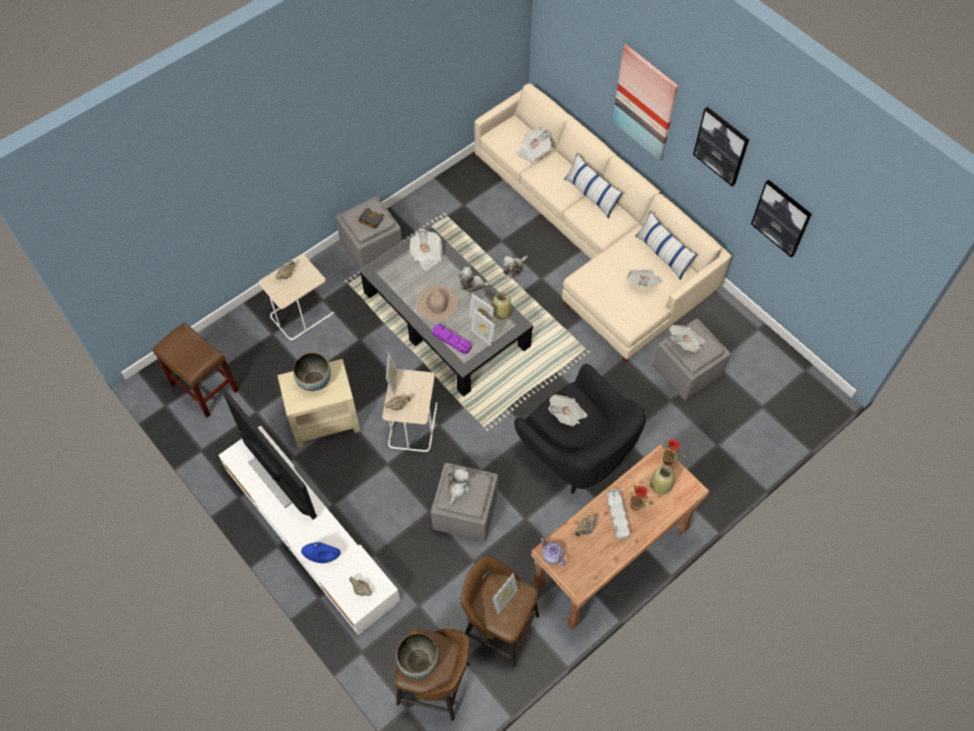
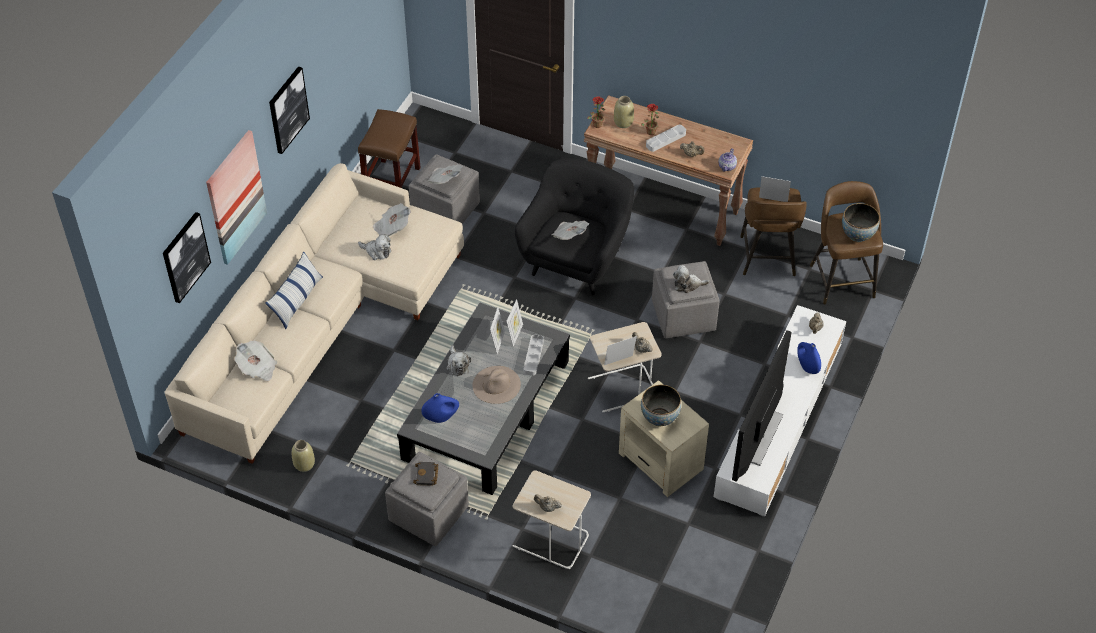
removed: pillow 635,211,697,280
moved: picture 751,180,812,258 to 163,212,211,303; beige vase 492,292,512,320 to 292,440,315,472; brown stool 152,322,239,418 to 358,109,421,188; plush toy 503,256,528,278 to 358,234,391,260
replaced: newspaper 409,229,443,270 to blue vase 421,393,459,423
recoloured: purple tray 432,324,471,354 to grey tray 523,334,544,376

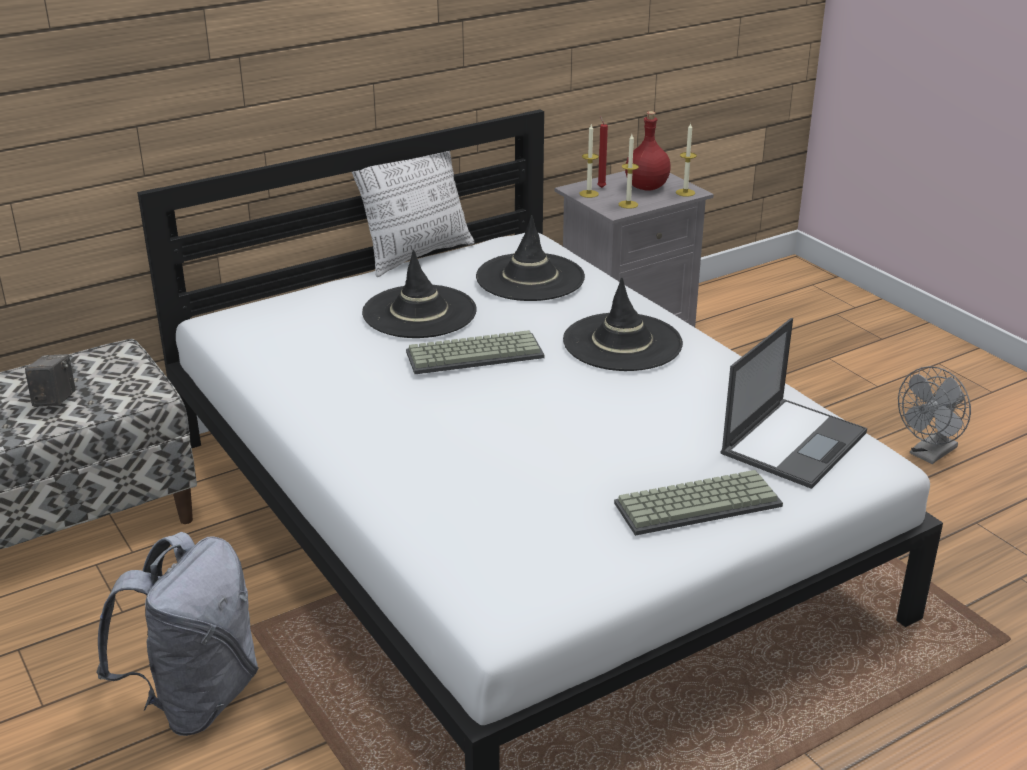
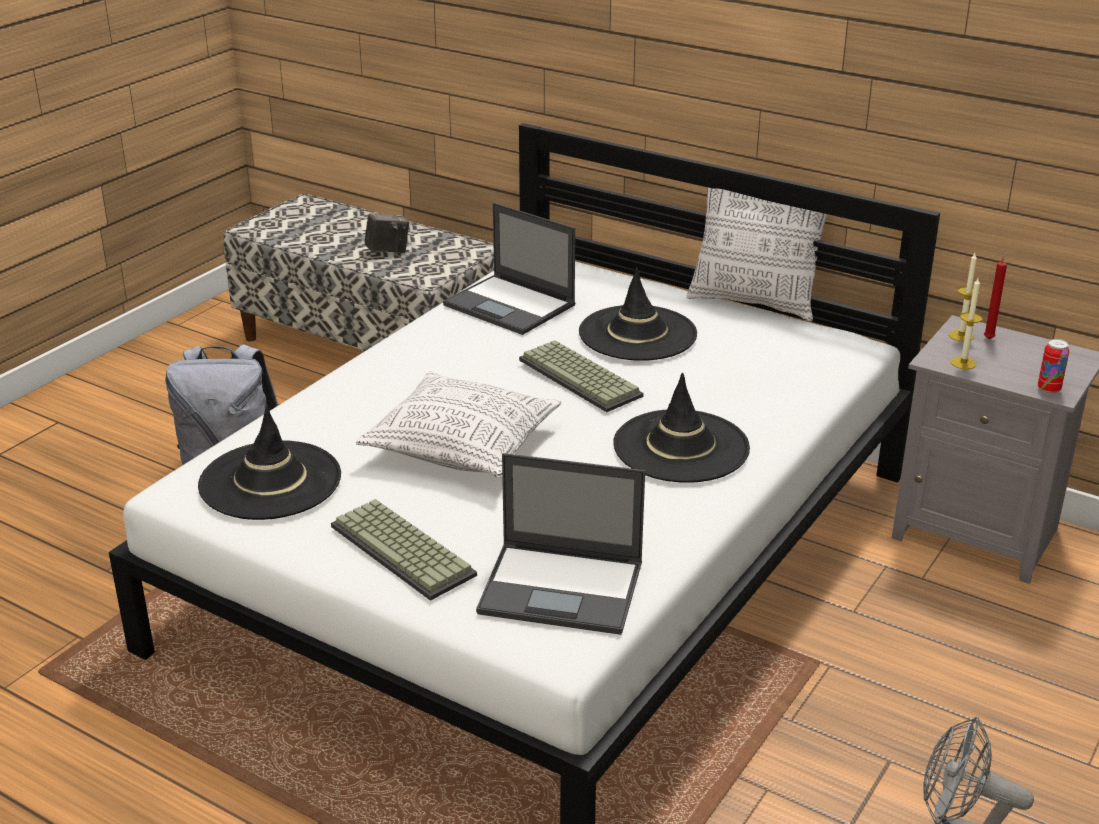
removed: red bottle 625,111,671,191
added: pillow 356,371,561,478; laptop 443,203,576,335
moved: black hat 476,215,585,301 to 198,406,341,520
replaced: candle 676,122,697,197 to can 1038,339,1069,394

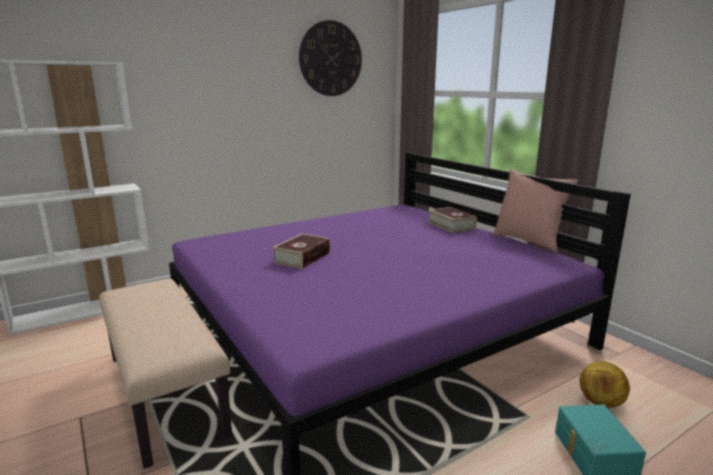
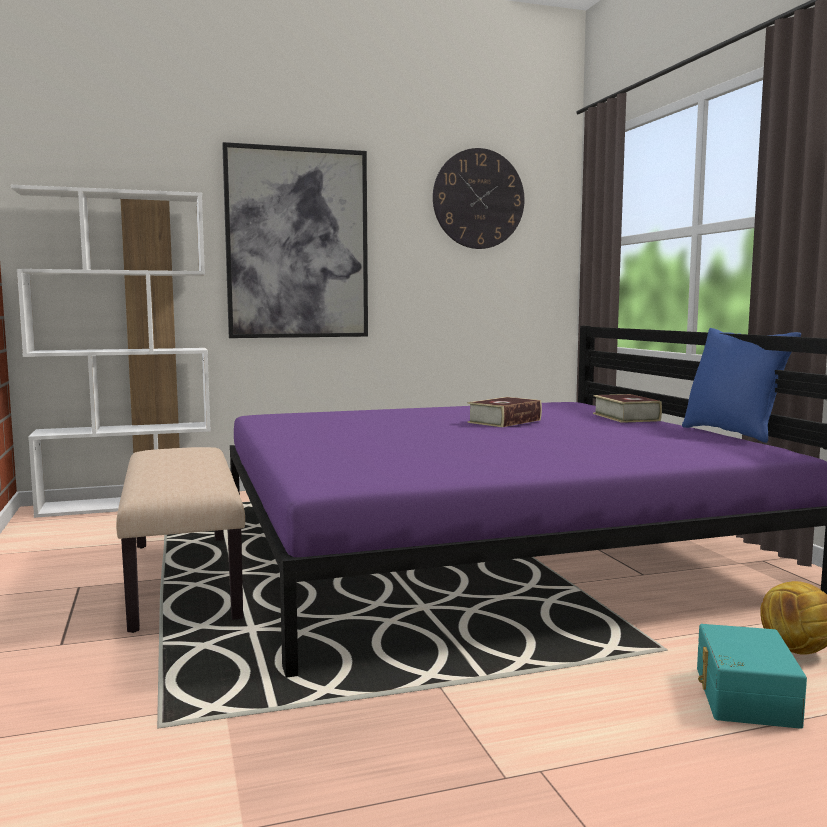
added: picture 222,142,368,338
moved: book 273,234,330,269 to 467,397,542,427
recoloured: pink pillow 493,169,578,252 to blue pillow 682,328,801,443

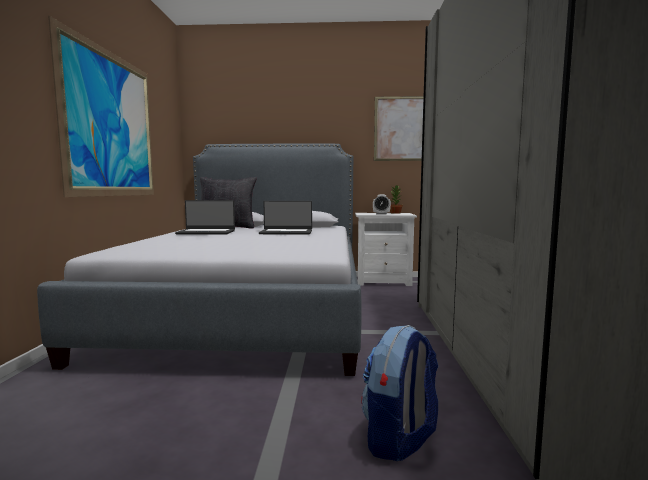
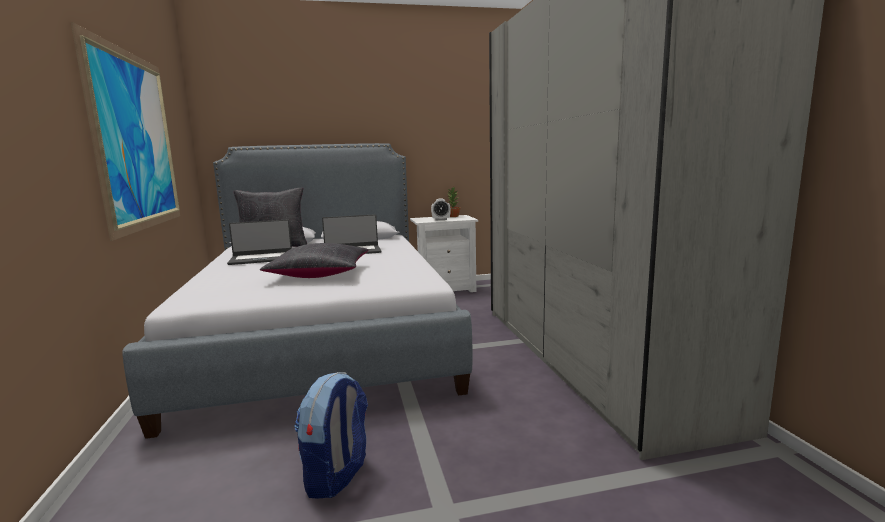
removed: picture 374,96,424,161
added: black pillow 260,243,368,278
moved: backpack 361,325,438,461 to 294,372,368,499

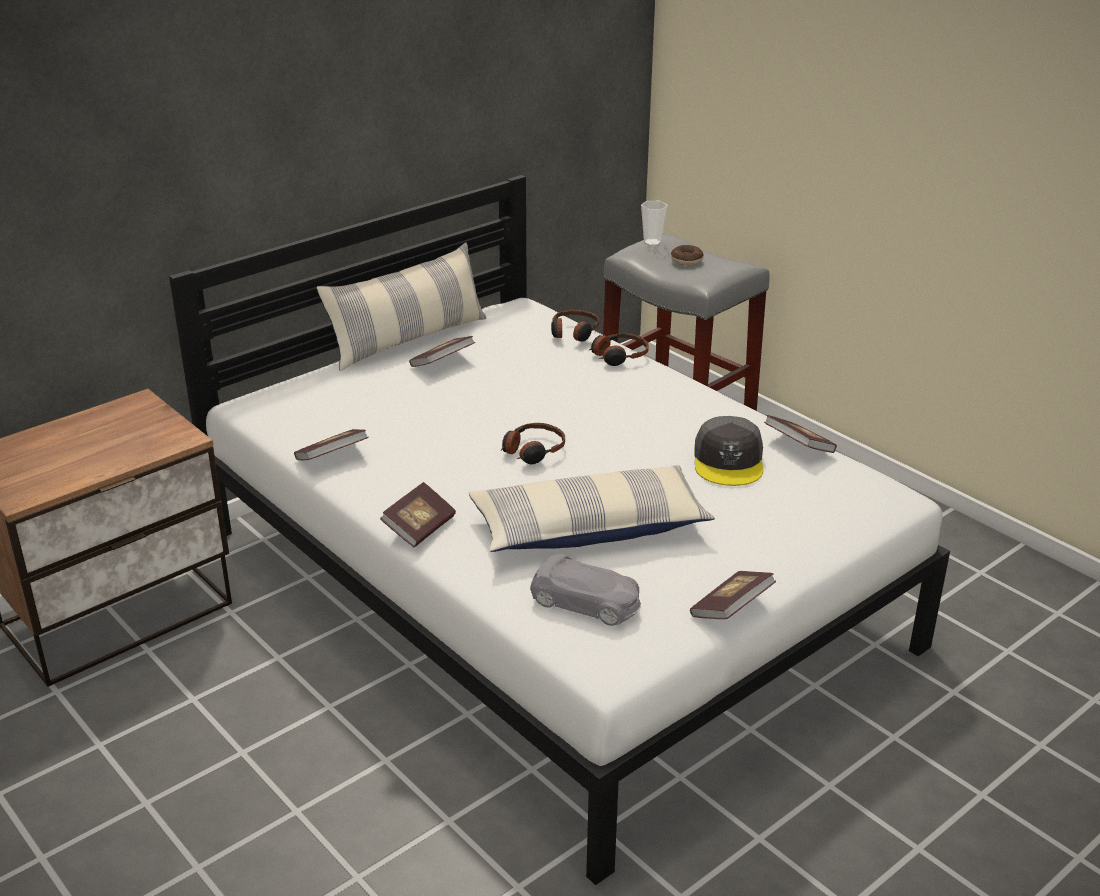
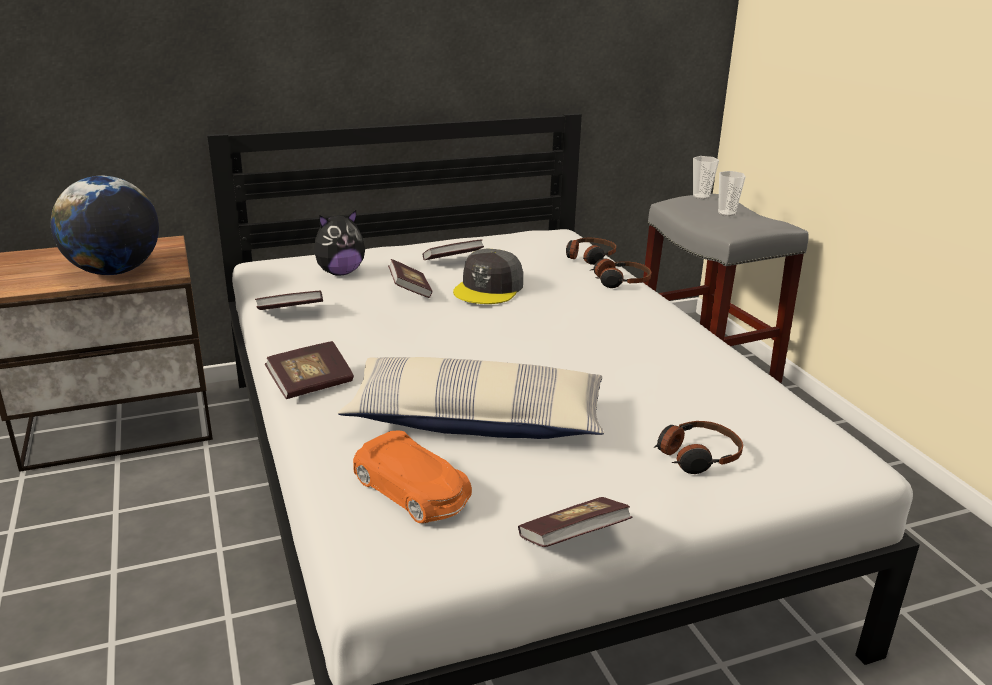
removed: pillow 316,242,487,371
added: globe 51,176,159,275; plush toy 314,210,365,276
moved: book 764,415,837,453 to 388,259,433,298; grey cap 694,416,763,486 to 453,249,523,304; headphones 501,423,565,464 to 654,421,743,474
replaced: donut 671,245,704,265 to cup 718,171,746,216
recoloured: grey toy car 530,554,641,626 to orange toy car 353,431,472,523

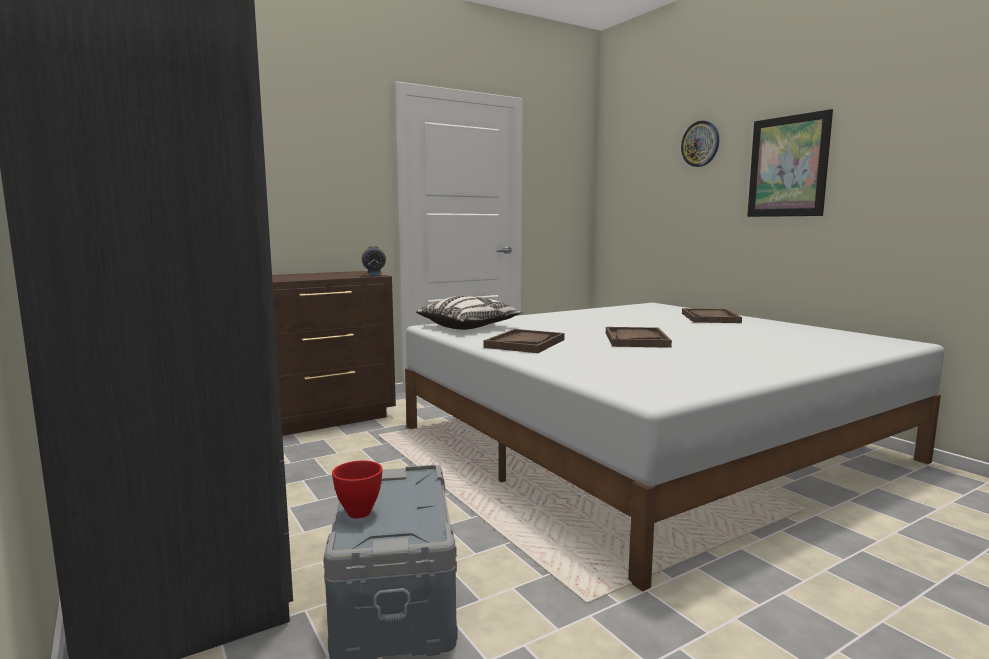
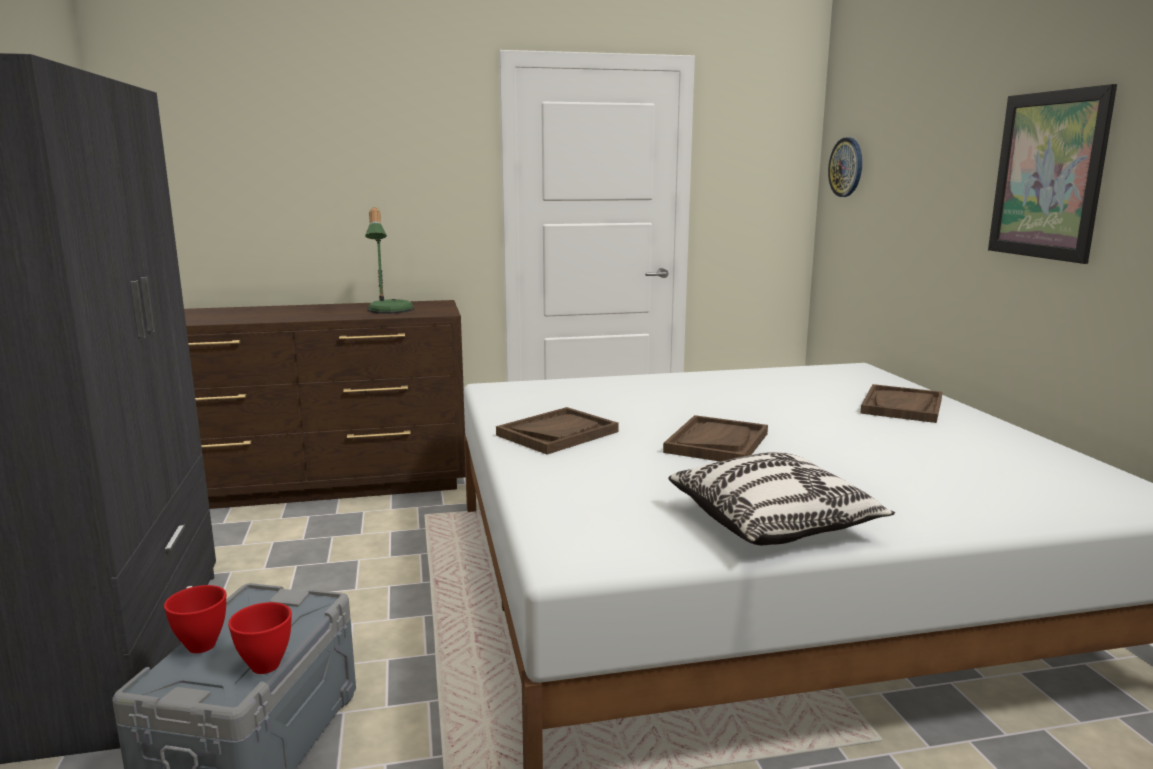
removed: alarm clock 362,246,386,277
added: red bowl 228,602,292,674; table lamp 365,207,414,314
moved: pillow 416,296,523,330 to 668,452,895,545; wall clock 681,121,719,167 to 828,138,862,197

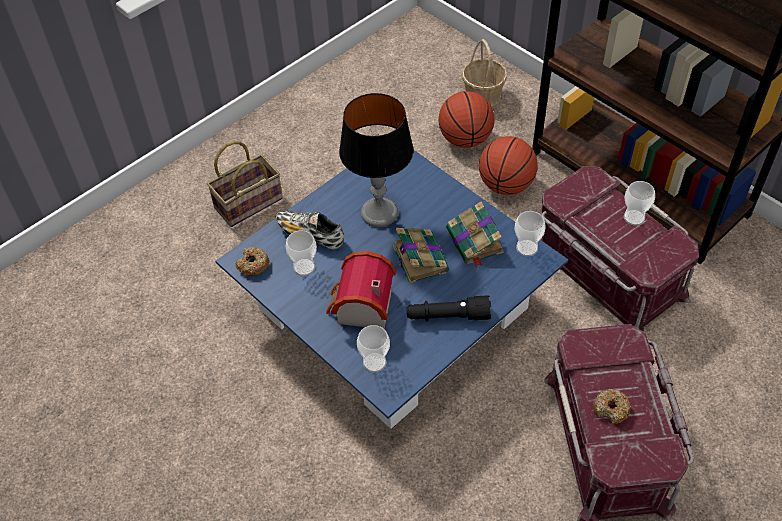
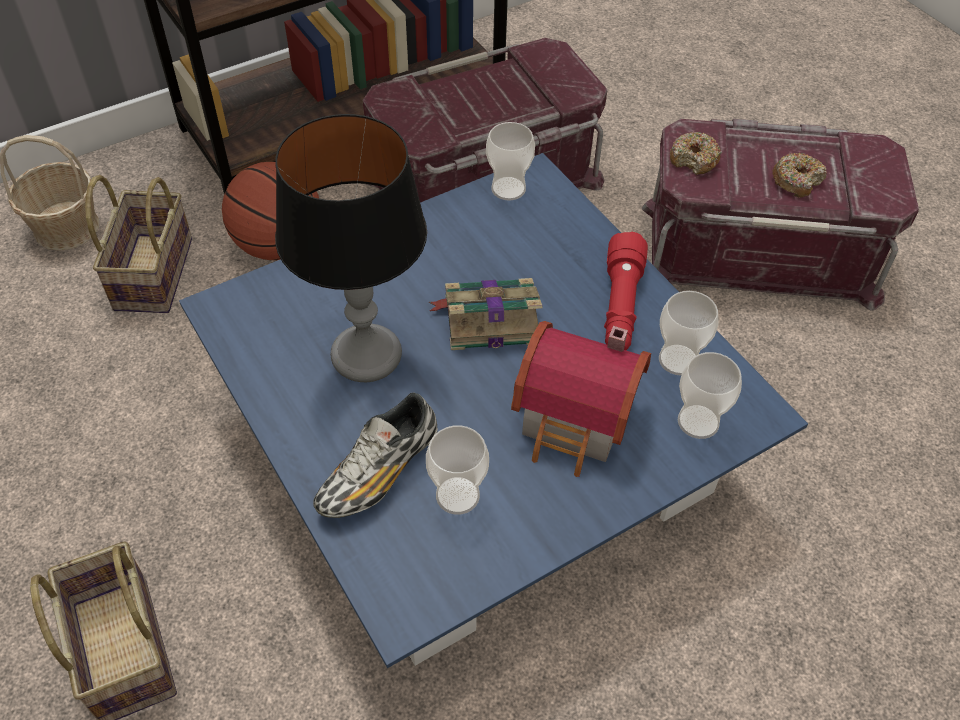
removed: book 446,201,504,268
moved: cup 624,181,655,226 to 659,291,718,376; donut 236,247,270,276 to 670,132,722,175
replaced: basketball 438,91,495,148 to basket 85,175,192,313
recoloured: black flashlight 407,295,491,322 to red flashlight 604,232,648,350

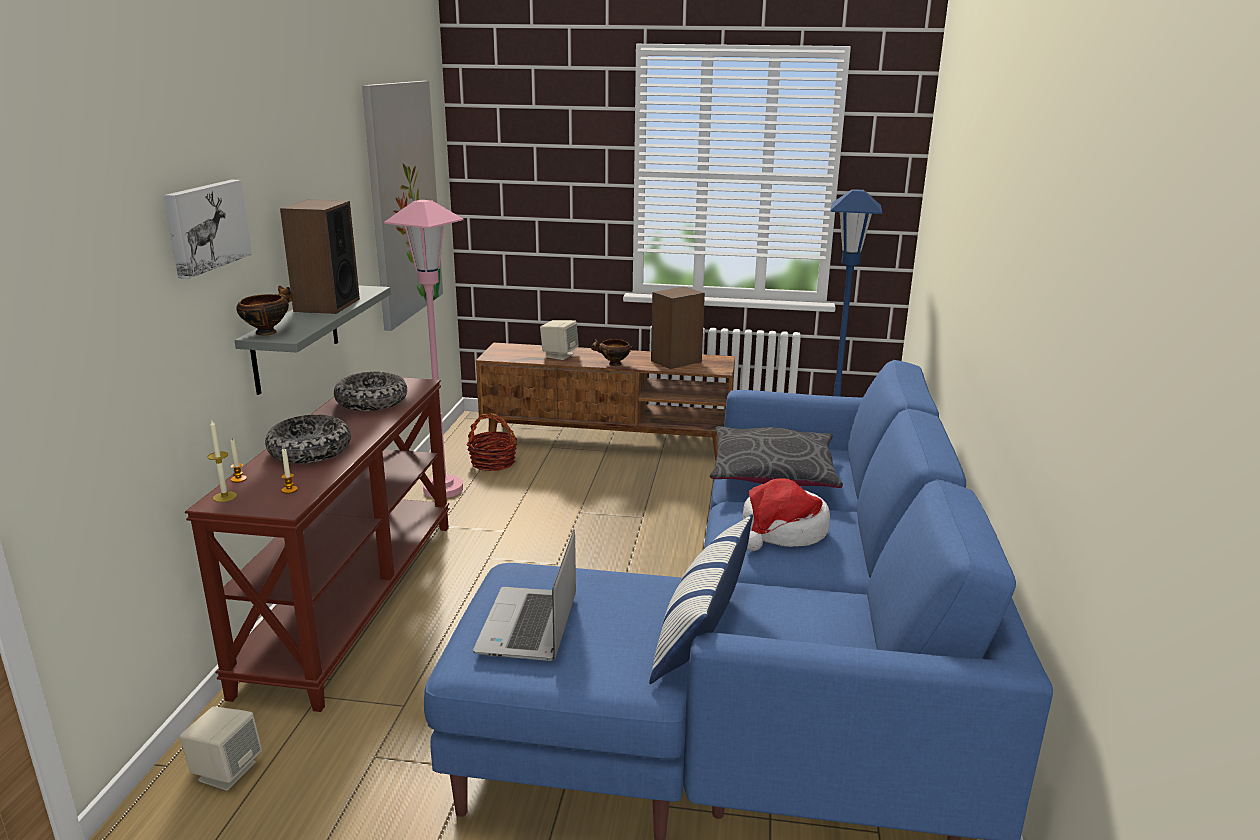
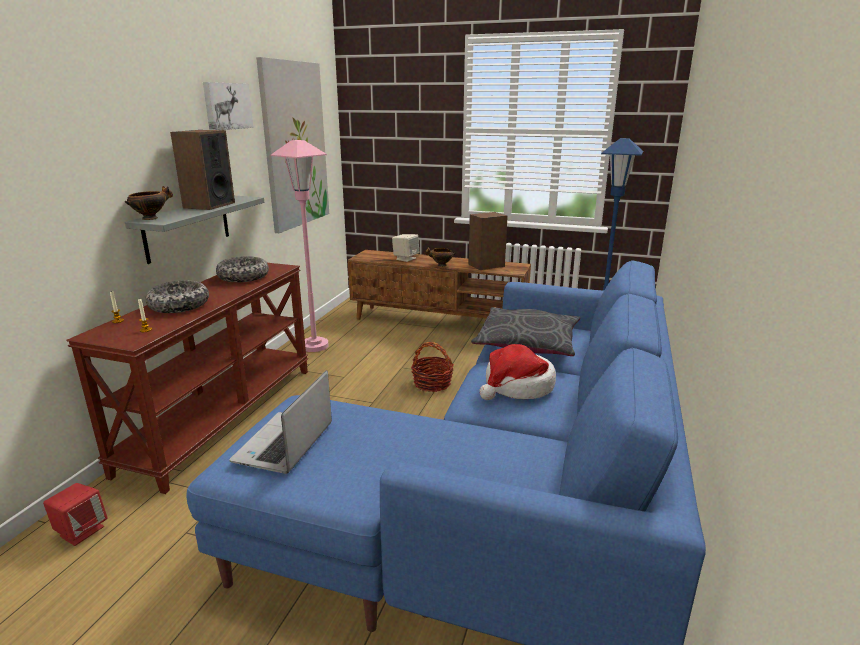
removed: candle 207,420,237,502; pillow 649,514,753,684
moved: picture 164,180,252,279 to 203,82,253,130; basket 466,413,517,471 to 411,342,454,392
recoloured: beige speaker 180,706,262,791 to red speaker 43,483,107,546

